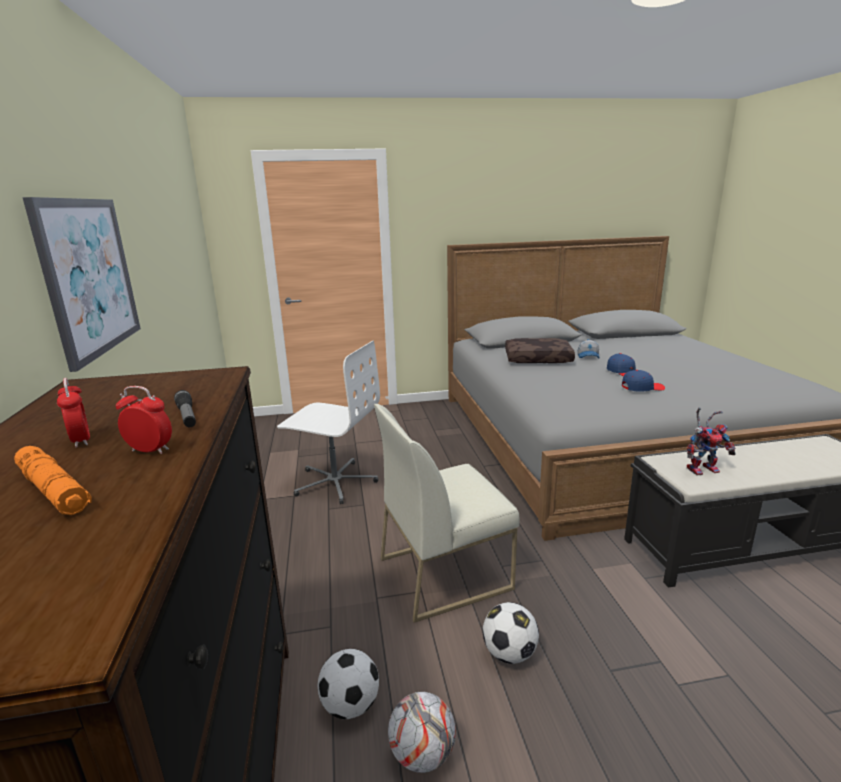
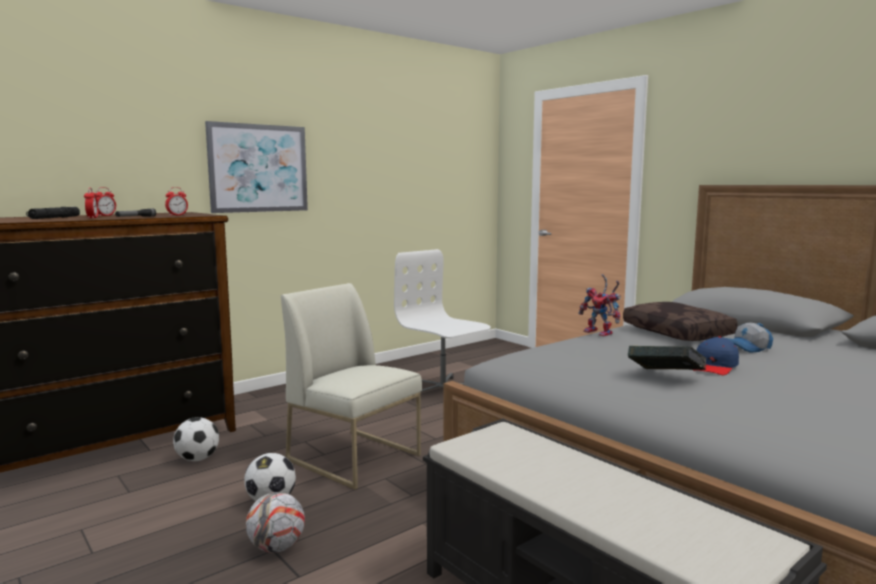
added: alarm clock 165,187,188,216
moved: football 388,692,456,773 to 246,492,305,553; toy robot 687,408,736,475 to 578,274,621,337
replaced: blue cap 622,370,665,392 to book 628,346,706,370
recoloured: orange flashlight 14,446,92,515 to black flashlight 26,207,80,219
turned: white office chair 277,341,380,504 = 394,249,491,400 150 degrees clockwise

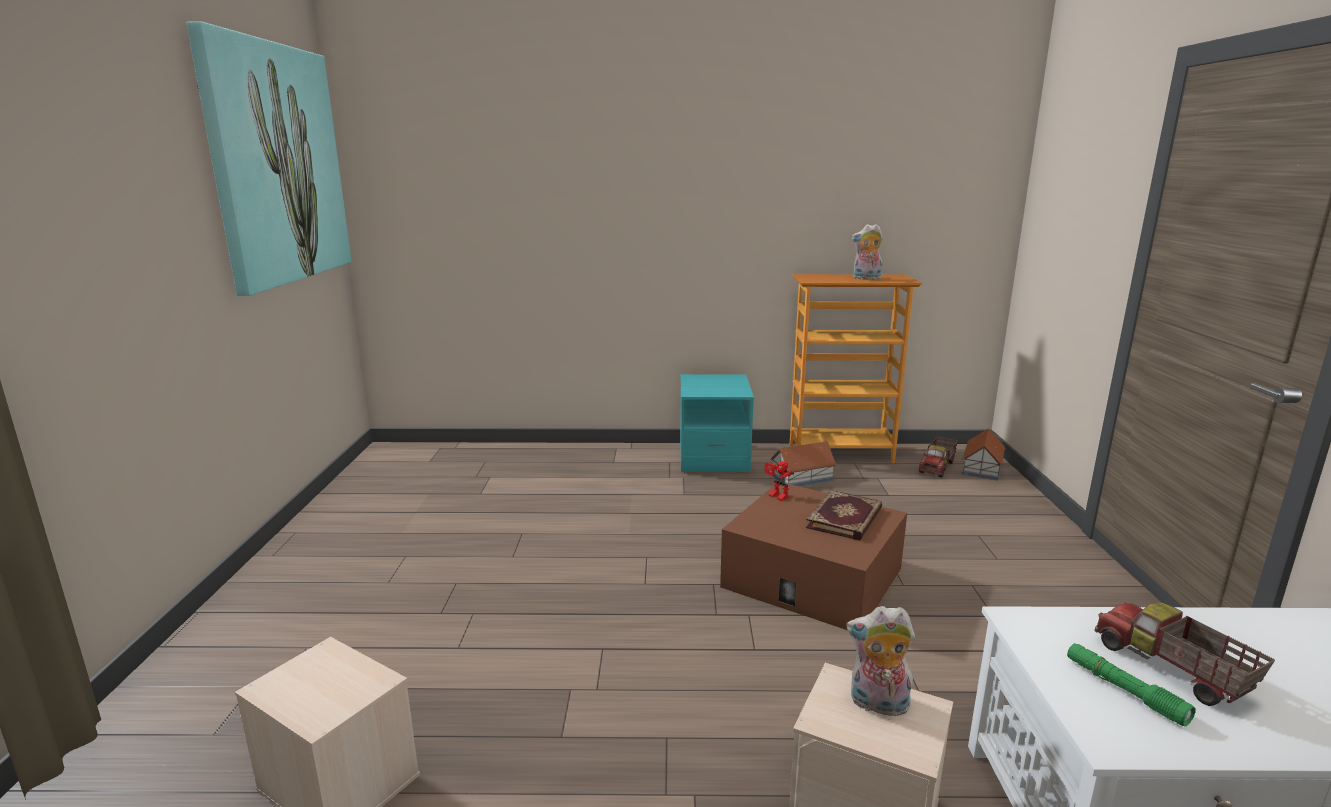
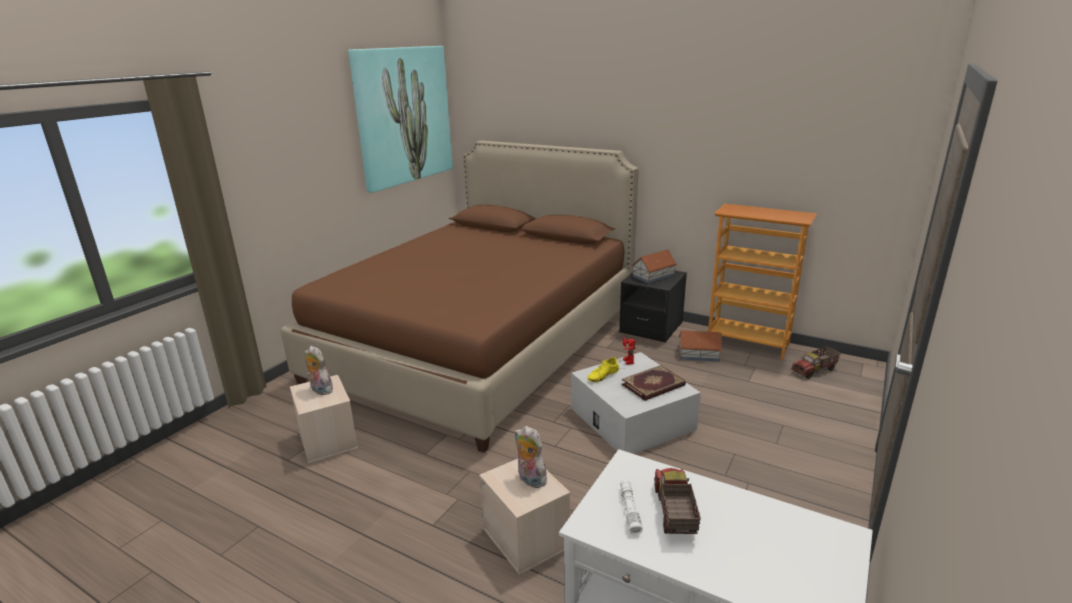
added: brown bed 281,141,639,453; yellow shoe 587,356,619,382
moved: plush toy 851,224,883,280 to 305,346,333,395; toy house 962,428,1006,481 to 631,249,677,283
recoloured: brown storage box 720,483,907,630 to white storage box 571,352,701,454; turquoise nightstand 680,374,754,472 to black nightstand 619,271,687,343; green flashlight 1067,643,1196,726 to white flashlight 620,479,643,536

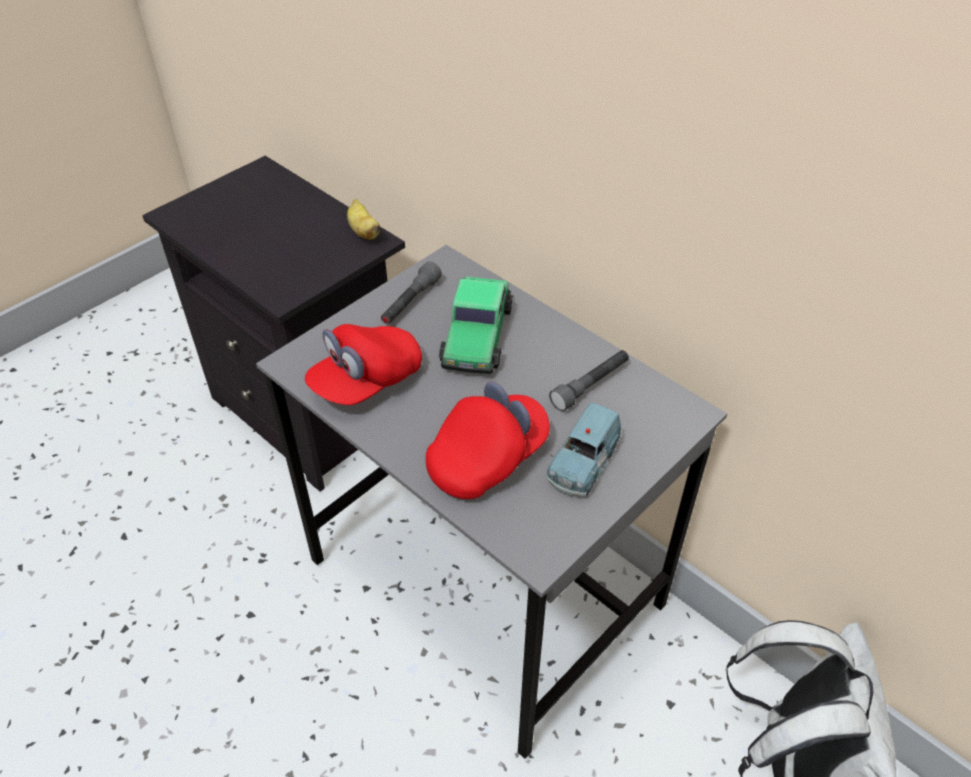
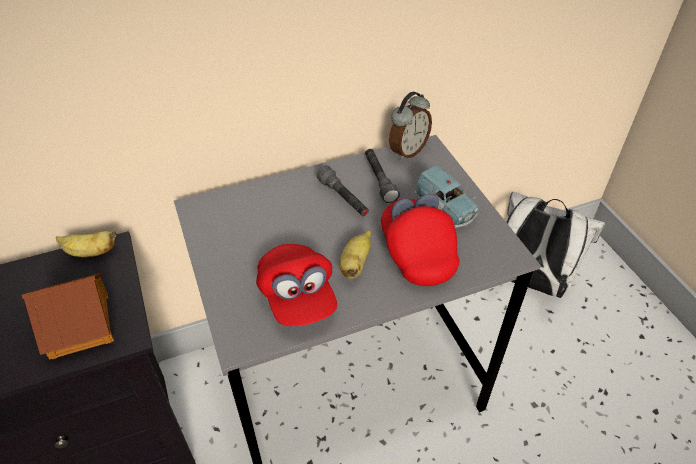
removed: toy car 438,277,513,374
added: toy house 22,273,114,360; banana 340,230,371,279; alarm clock 389,92,432,161
moved: grey flashlight 381,262,442,324 to 316,165,369,216

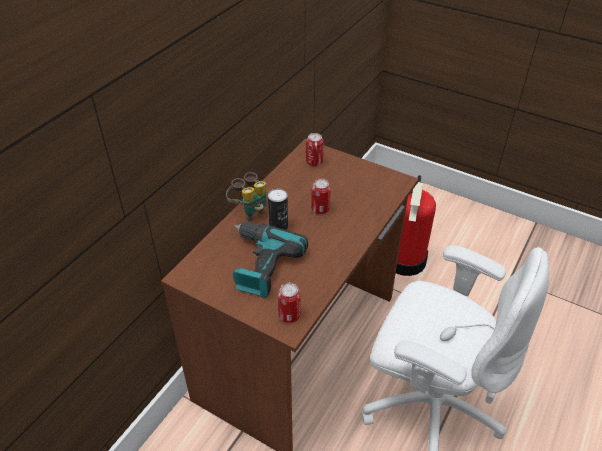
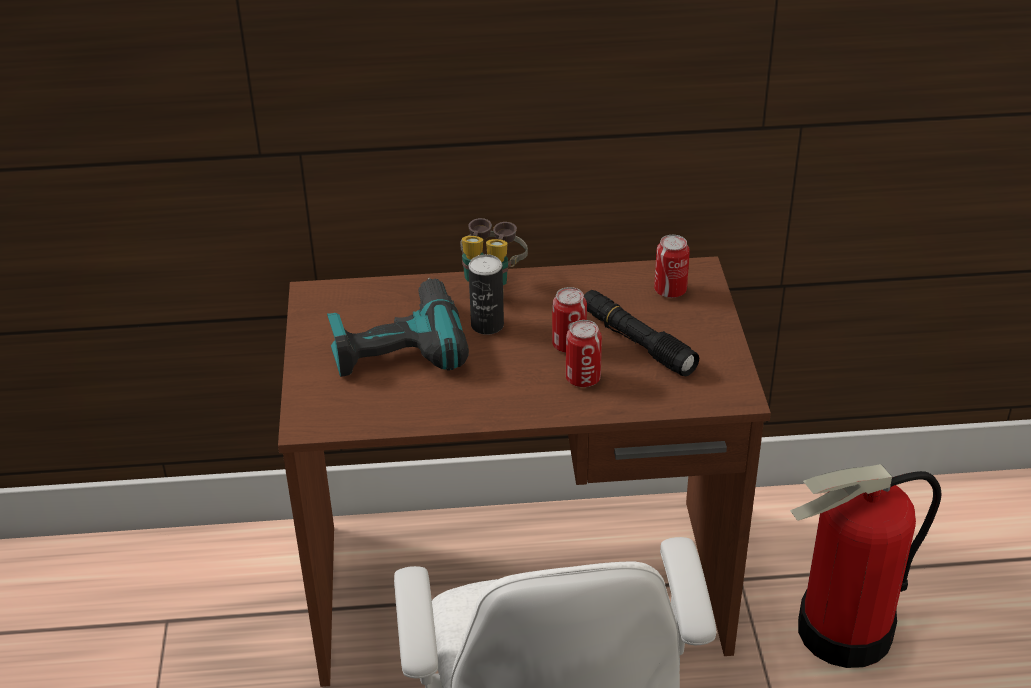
added: black flashlight 584,290,699,376
moved: can 278,283,301,323 to 566,320,602,387

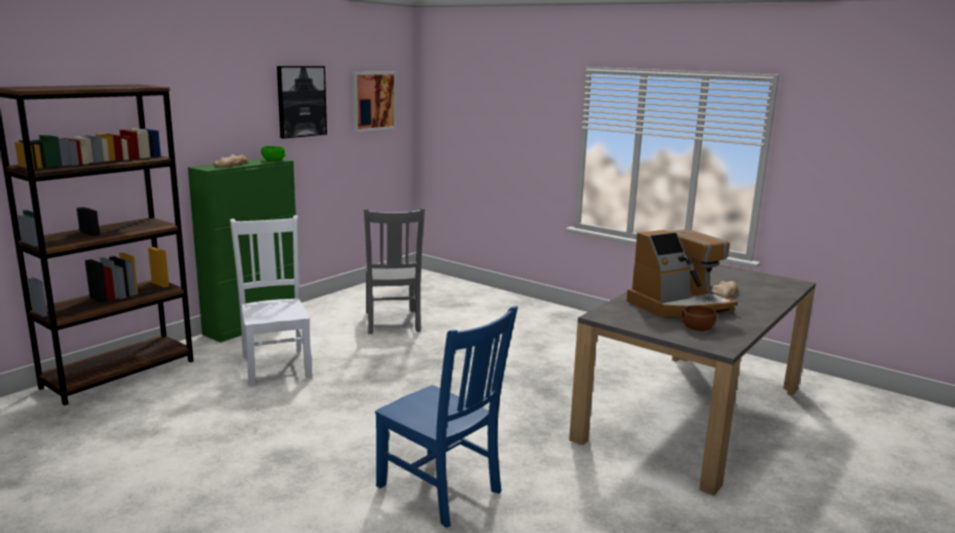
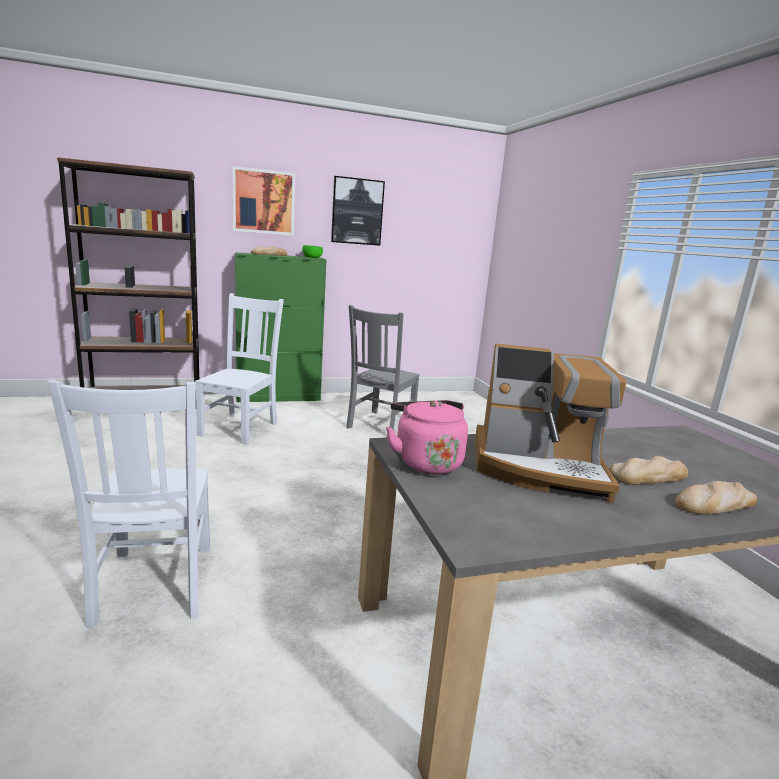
removed: brown bowl 681,305,717,331
added: pink kettle 386,400,468,475; bread 675,481,757,515
moved: picture 352,72,397,132 to 233,166,295,236
recoloured: blue chair 375,306,518,528 to white chair 48,380,210,629

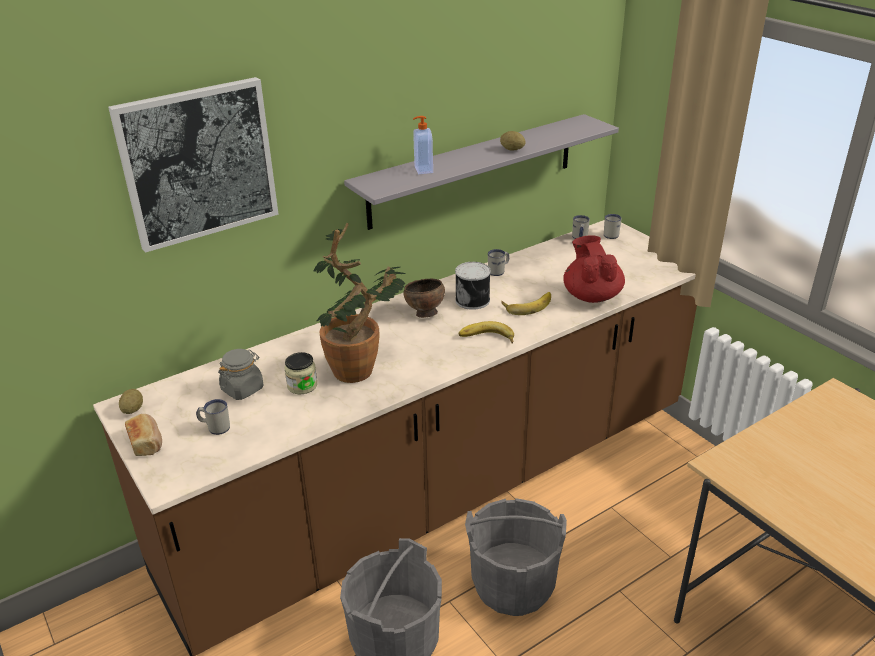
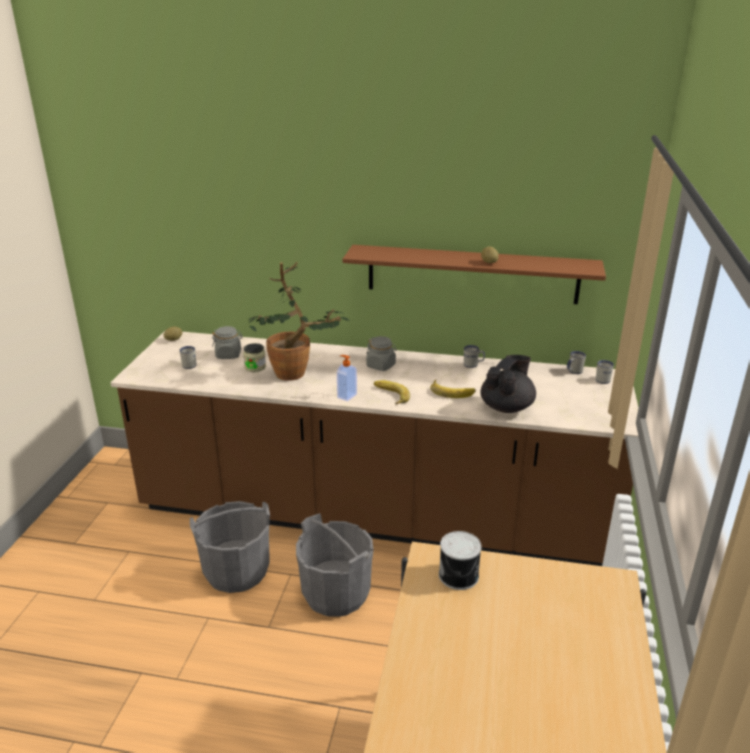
removed: picture 108,77,279,253; bread 125,414,162,456
moved: soap dispenser 413,116,433,174 to 337,355,357,401; can 455,262,491,310 to 439,531,482,590
replaced: brown bowl 403,278,445,318 to grey jar 366,336,397,371
recoloured: grey shelf 344,114,619,230 to brown shelf 343,245,606,304; red teapot 563,235,625,303 to black teapot 480,355,536,413

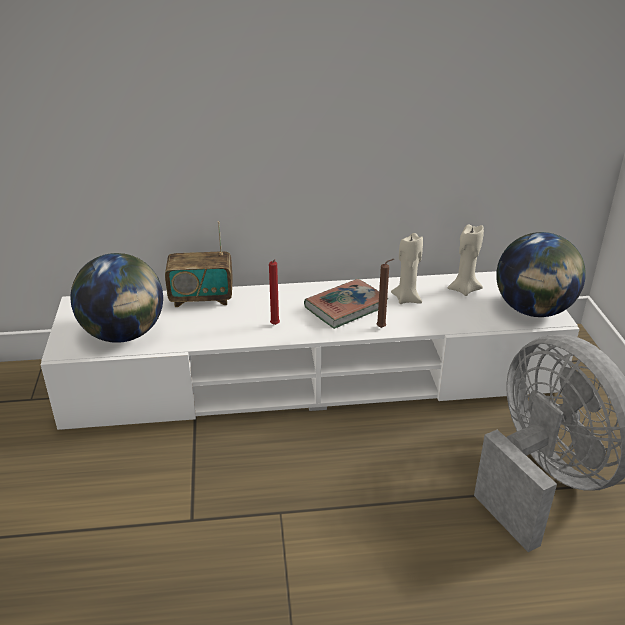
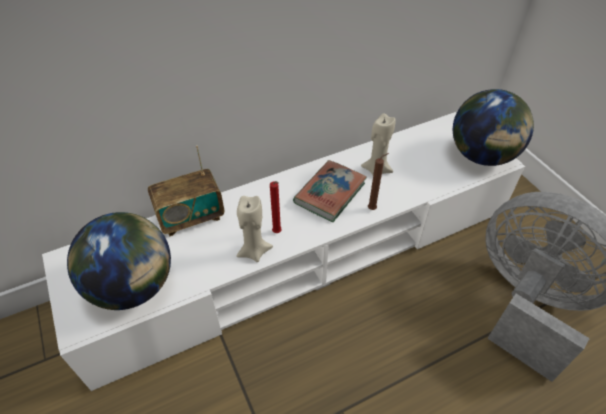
moved: beige candle 448,224,484,296 to 236,196,273,262

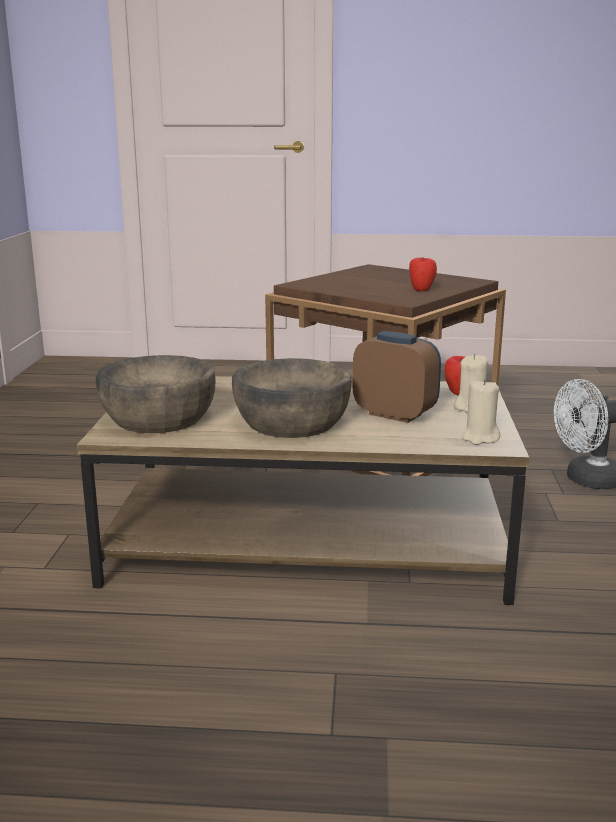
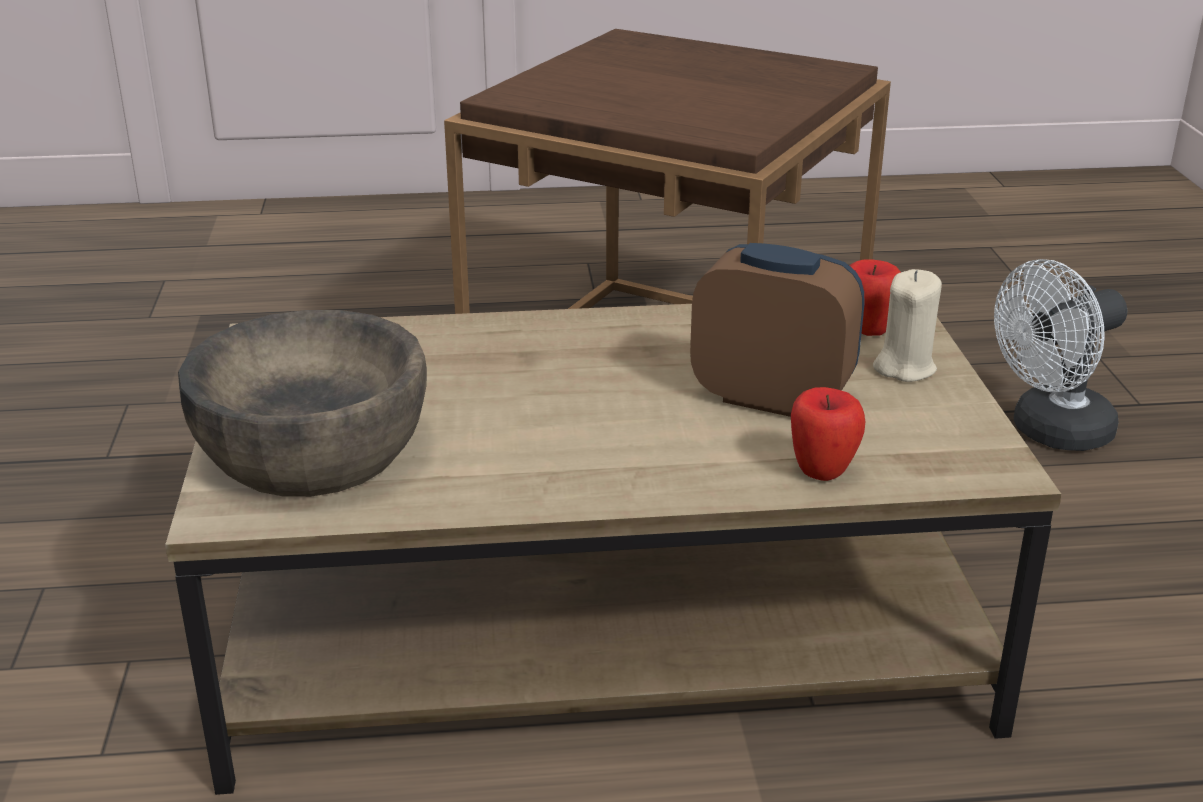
removed: brown bowl 232,358,352,438; beige candle 462,379,500,445
moved: apple 409,257,437,291 to 791,387,865,481

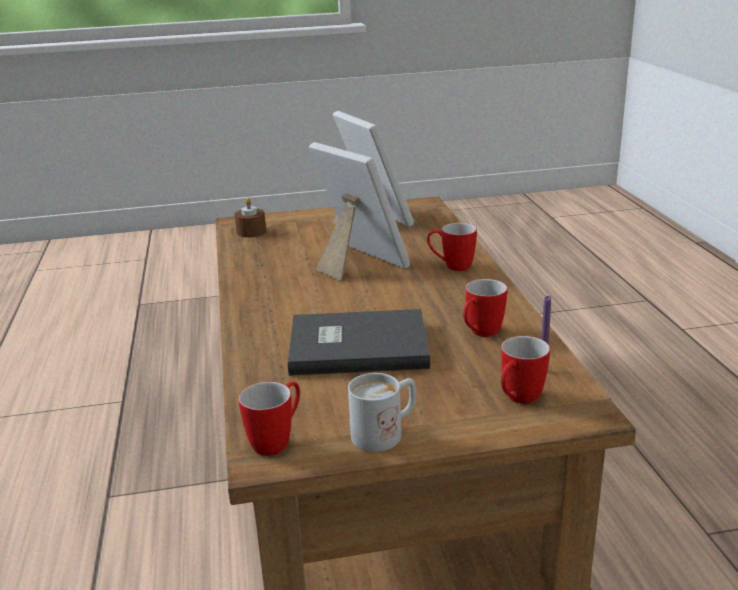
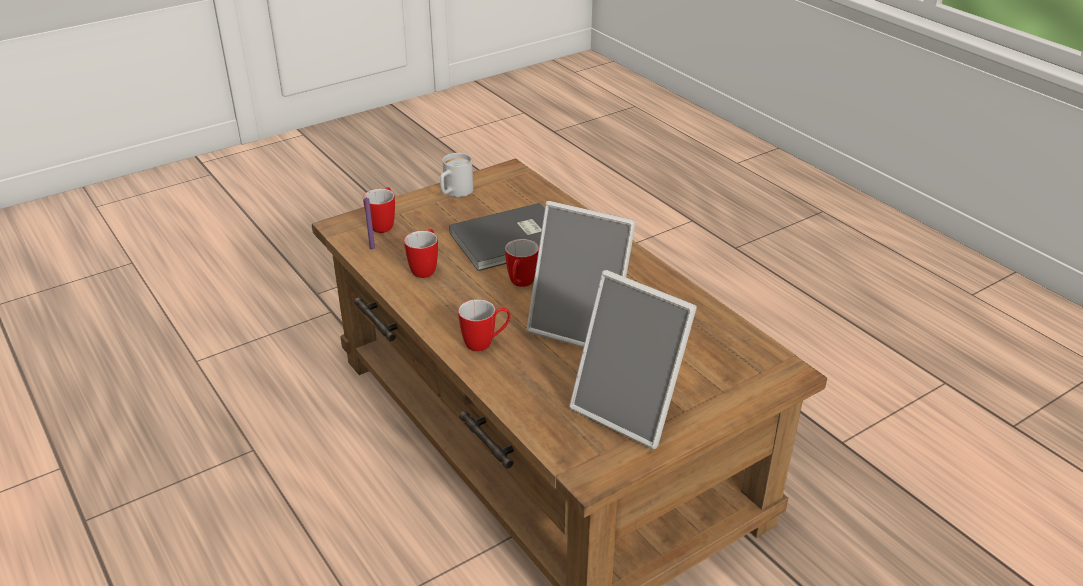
removed: brown candle 234,198,266,237
moved: mug 238,382,300,456 to 505,239,539,287

